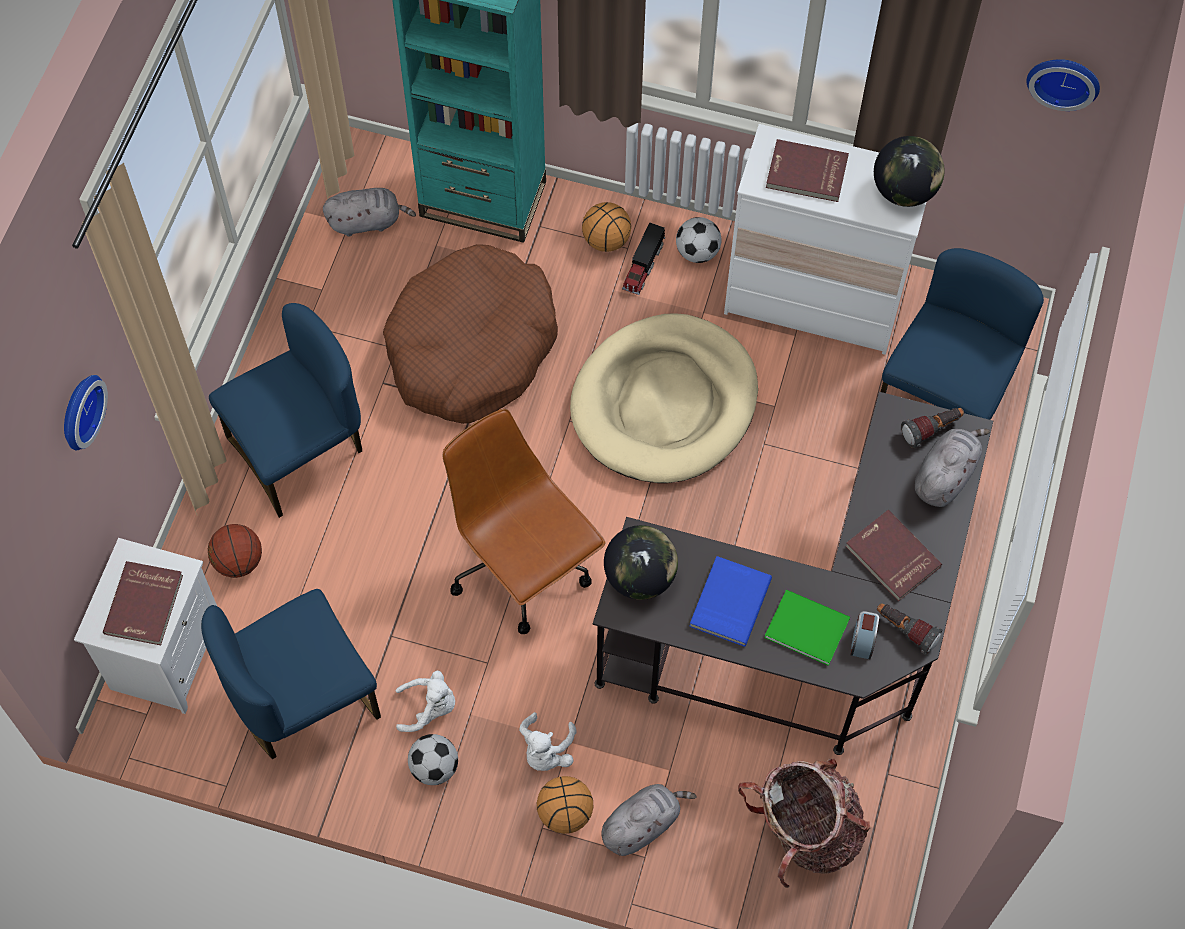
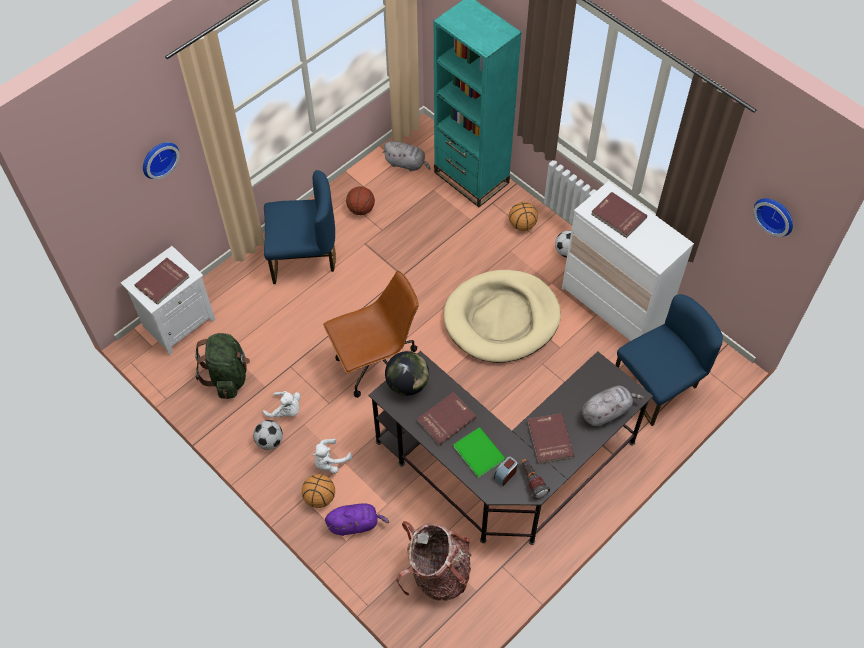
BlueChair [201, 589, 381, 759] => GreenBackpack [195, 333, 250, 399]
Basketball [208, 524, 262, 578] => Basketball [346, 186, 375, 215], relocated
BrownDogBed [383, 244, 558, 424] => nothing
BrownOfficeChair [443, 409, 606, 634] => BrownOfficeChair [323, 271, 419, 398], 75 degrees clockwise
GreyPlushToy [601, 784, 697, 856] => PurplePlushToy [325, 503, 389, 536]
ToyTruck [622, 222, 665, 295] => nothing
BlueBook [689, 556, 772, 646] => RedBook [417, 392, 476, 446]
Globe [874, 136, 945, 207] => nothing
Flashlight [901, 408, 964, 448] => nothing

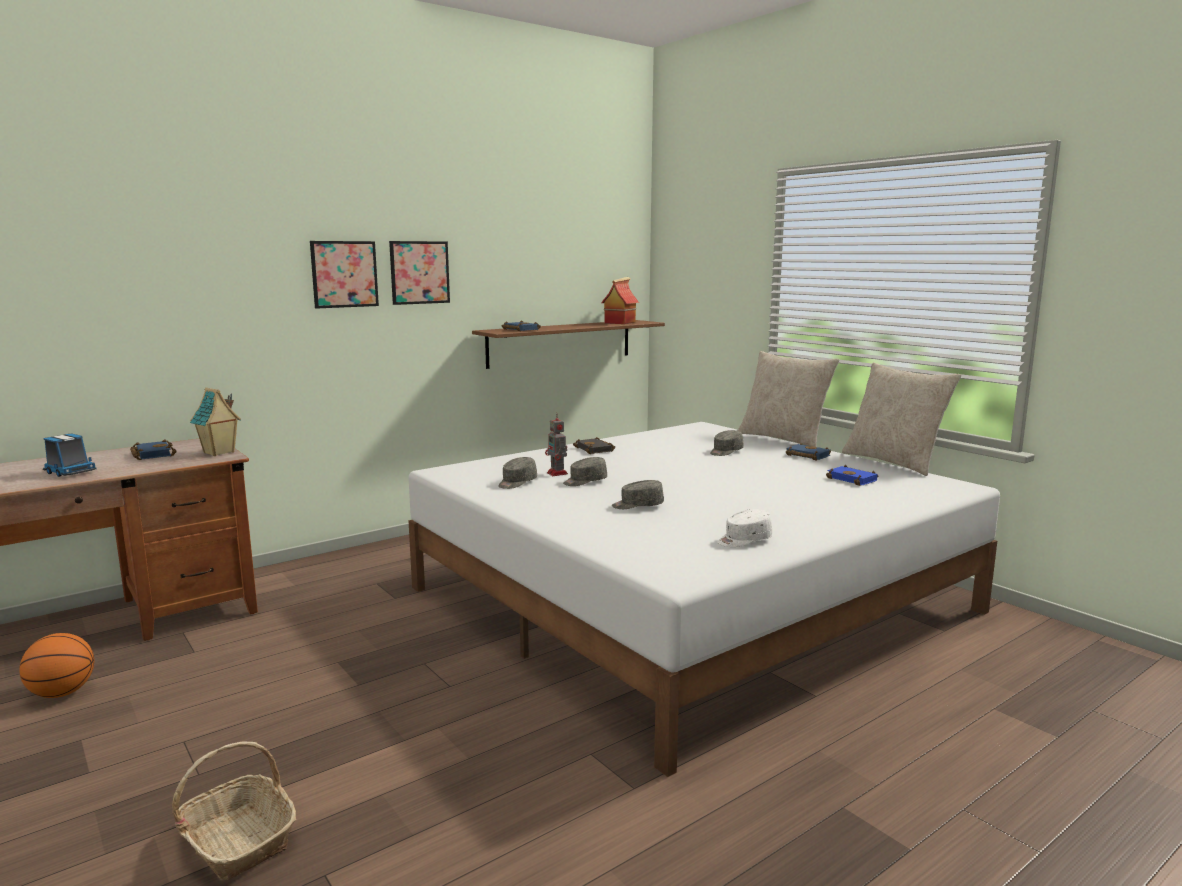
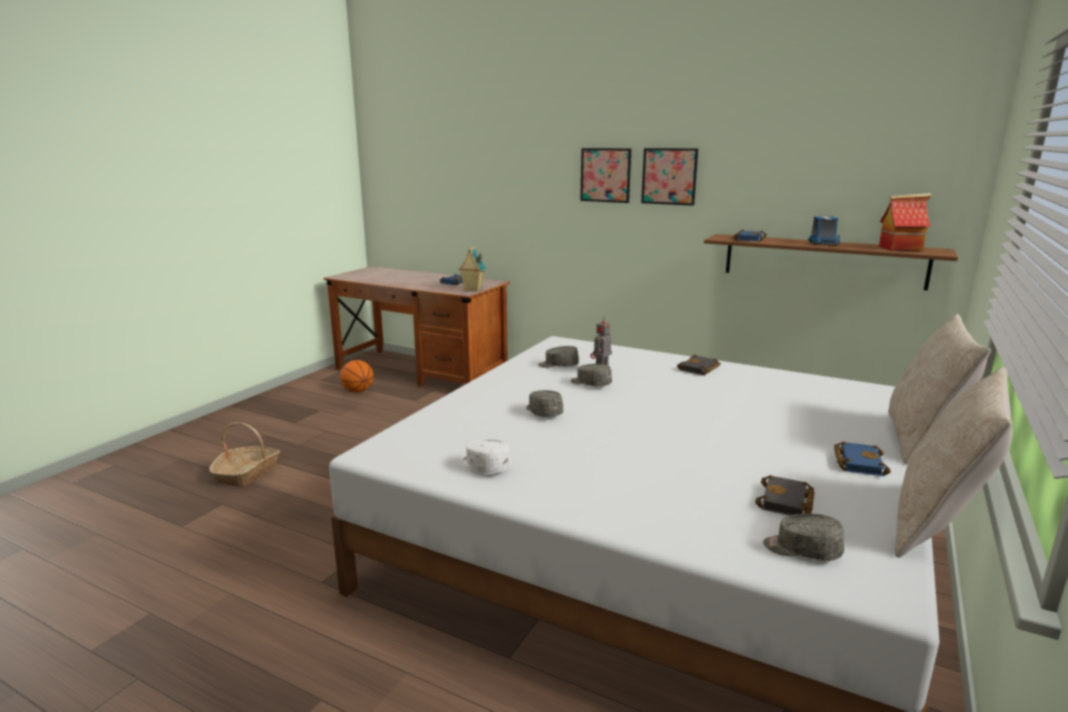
ToyTruck [43, 434, 97, 477] => ToyTruck [808, 216, 840, 245], relocated
GreyCap [710, 430, 744, 456] => GreyCap [763, 514, 844, 561], relocated
BlueBook [826, 465, 878, 486] => BlackBook [755, 475, 814, 515]

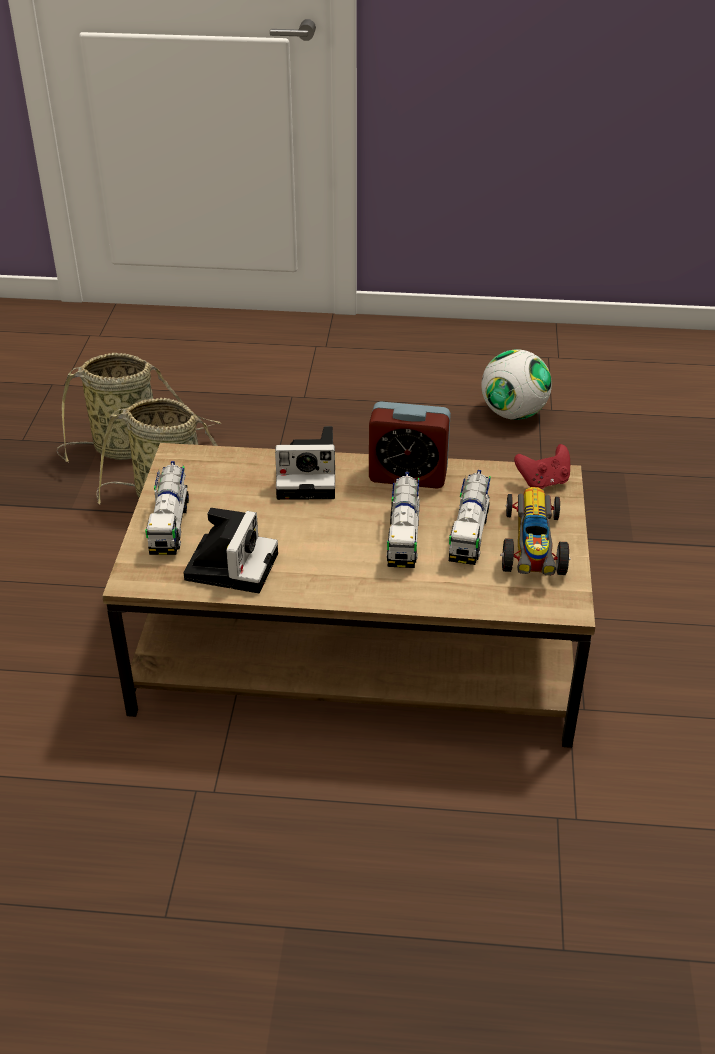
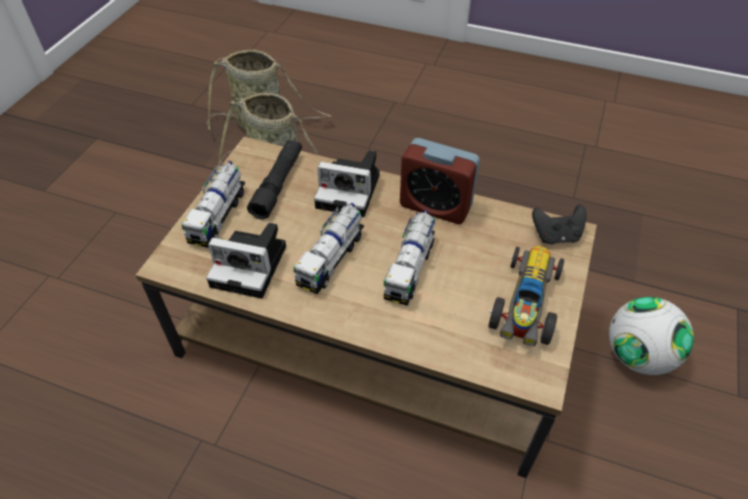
PhotoCamera [184, 508, 278, 593] => PhotoCamera [206, 223, 286, 299], 75 degrees clockwise
ToyTruck [449, 470, 491, 565] => ToyTruck [293, 203, 364, 294], relocated
Football [481, 349, 552, 420] => Football [609, 297, 694, 375], relocated
RedGameController [514, 444, 570, 489] => BlackGameController [532, 204, 586, 244]
nothing => BlackFlashlight [247, 140, 302, 220]

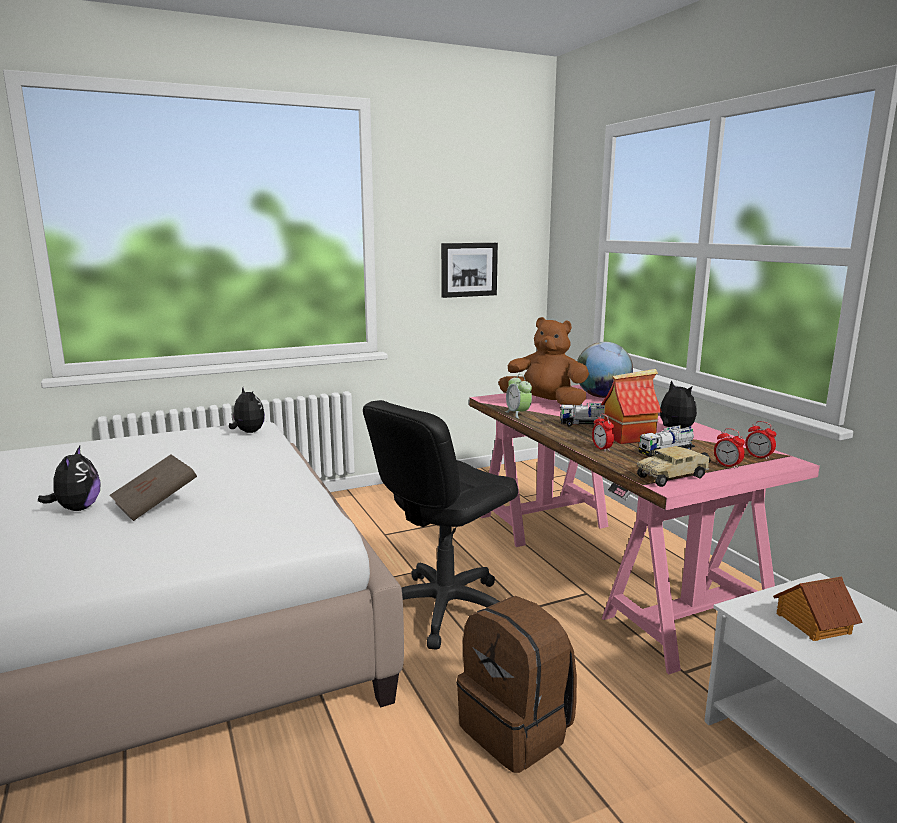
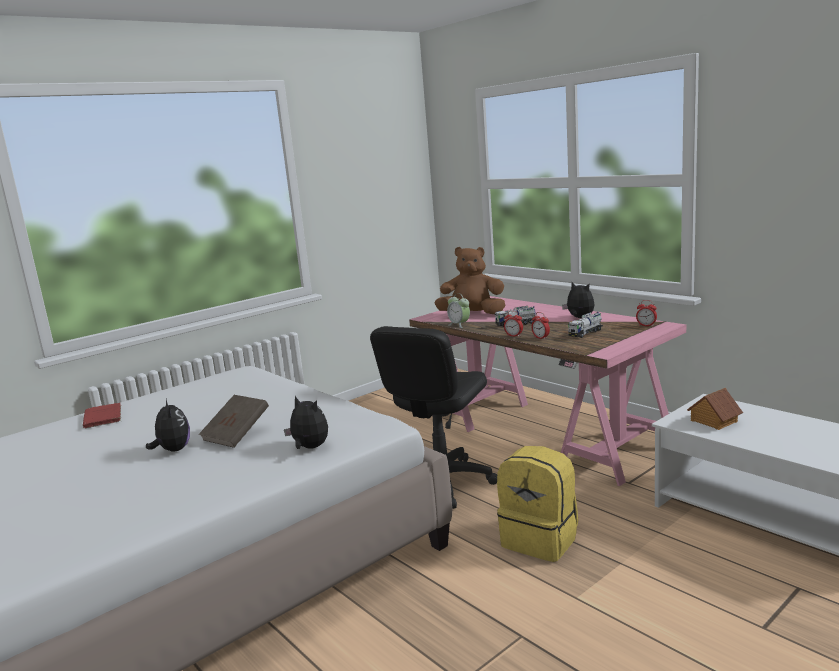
PlushToy [229, 388, 265, 433] => PlushToy [284, 396, 328, 449], relocated
Picture [441, 243, 498, 298] => nothing
BrownBackpack [457, 596, 577, 773] => YellowBackpack [497, 446, 578, 562]
Globe [577, 342, 633, 398] => nothing
ToyHouse [601, 369, 662, 444] => nothing
ToyTruck [637, 446, 711, 487] => nothing
AlarmClock [714, 428, 745, 469] => AlarmClock [504, 311, 523, 337], relocated
nothing => RedBook [83, 403, 121, 428]

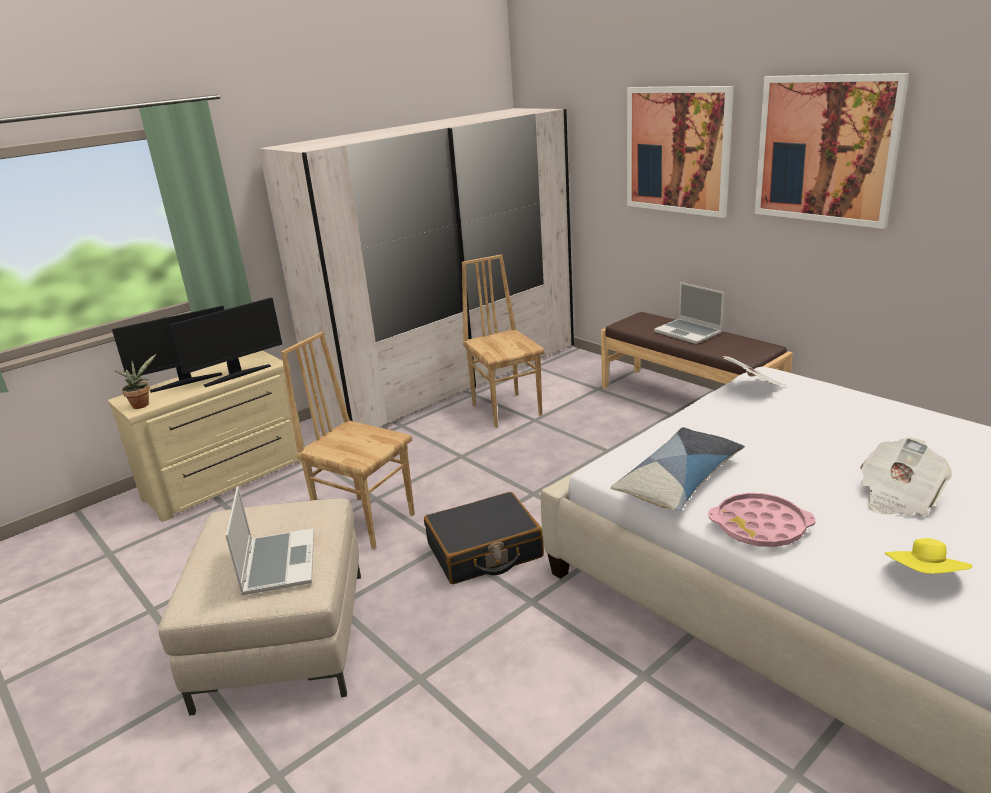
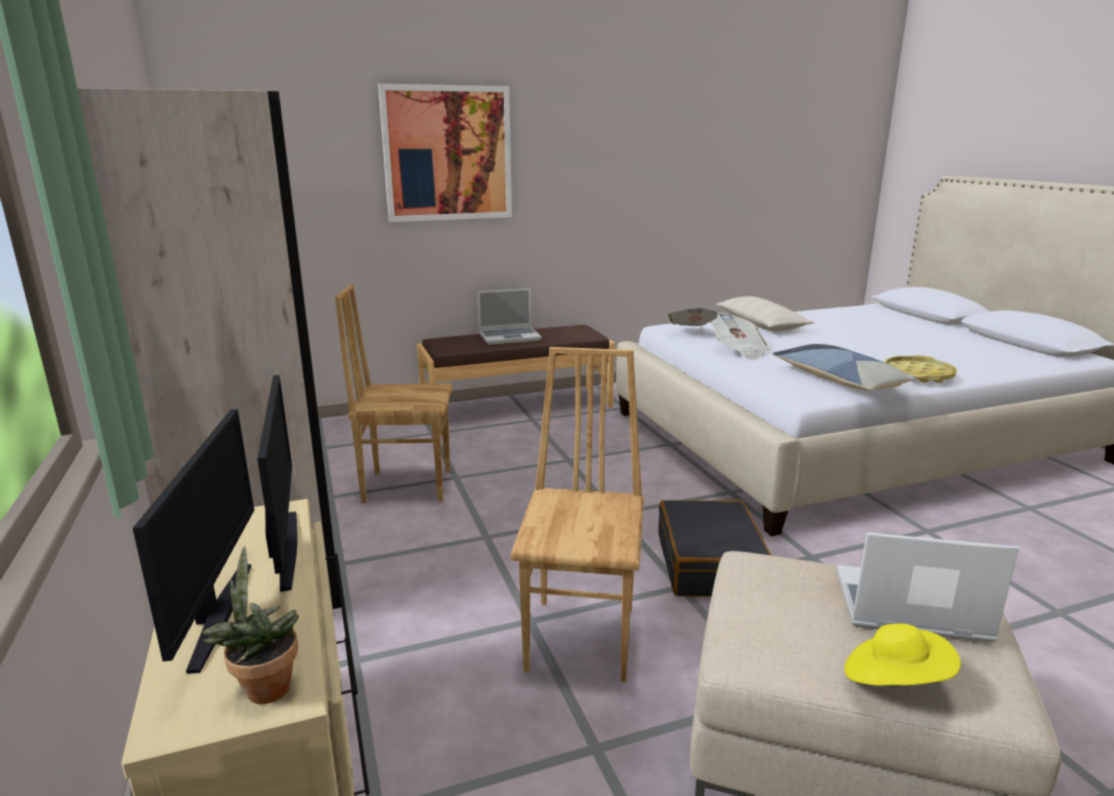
BrownChair [281, 332, 415, 549] => BrownChair [511, 347, 644, 682], 135 degrees clockwise
PinkTray [708, 493, 815, 547] => YellowTray [884, 355, 957, 383]
Picture [754, 73, 909, 229] => nothing
Newspaper [860, 438, 952, 516] => Newspaper [711, 313, 770, 360], relocated
YellowHat [885, 538, 972, 574] => YellowHat [844, 624, 961, 686], relocated
nothing => BeigePillow [716, 296, 814, 331]

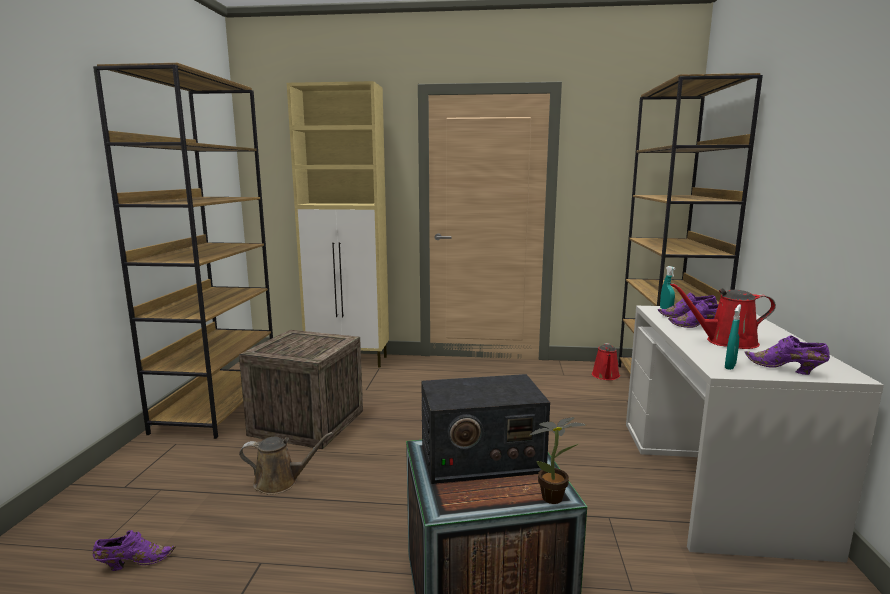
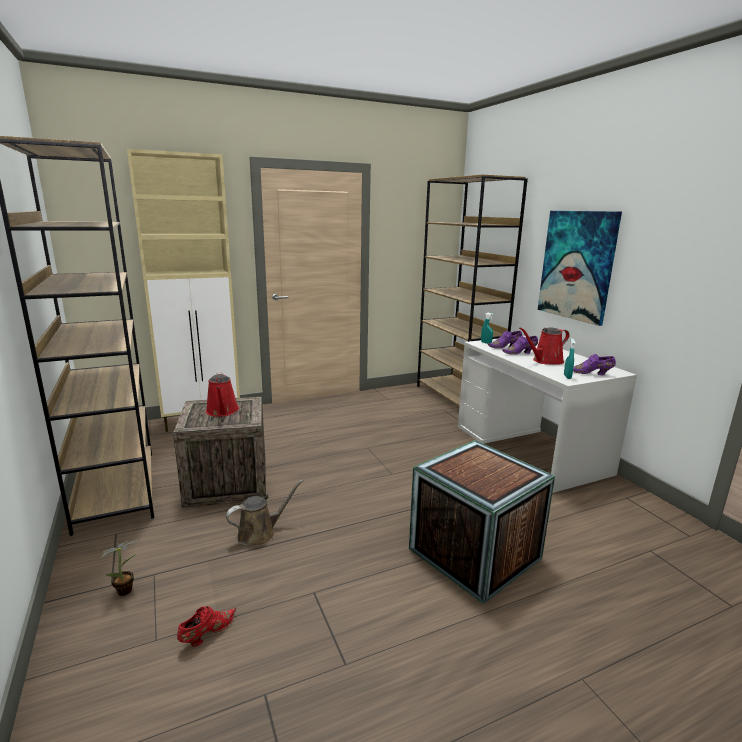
PurpleShoe [93, 530, 175, 571] => RedShoe [177, 606, 237, 647]
Radio [421, 374, 550, 484] => nothing
PottedPlant [530, 417, 586, 504] => PottedPlant [100, 541, 138, 596], relocated
RedWateringCan [592, 343, 620, 380] => RedWateringCan [206, 372, 239, 417], relocated
nothing => Picture [538, 211, 622, 326]

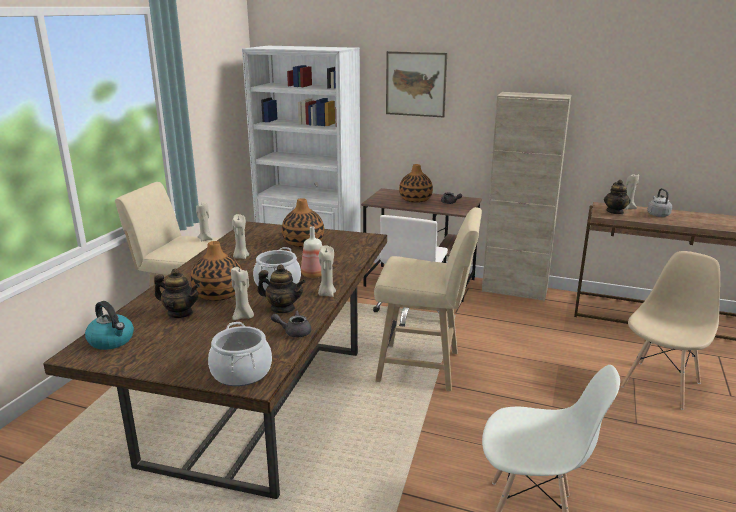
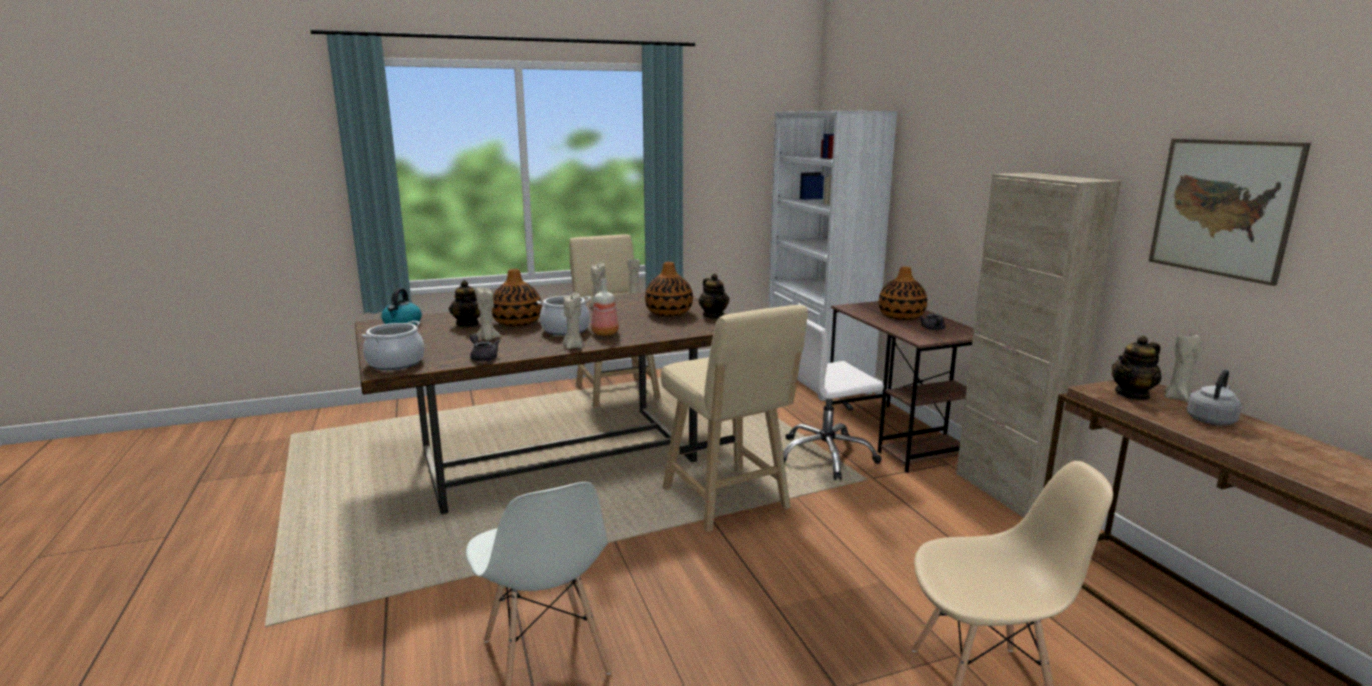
Teapot [257, 264, 306, 313] => Teapot [698, 274, 729, 318], relocated
Picture [386, 51, 447, 117] => Picture [1149, 139, 1311, 286], relocated

